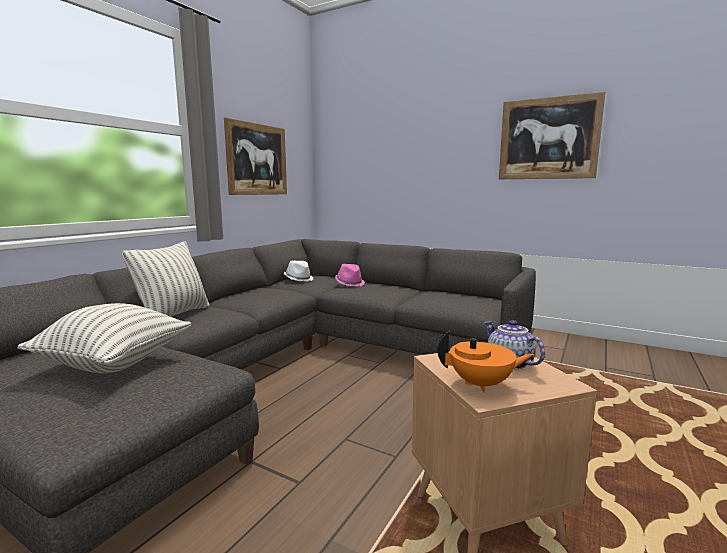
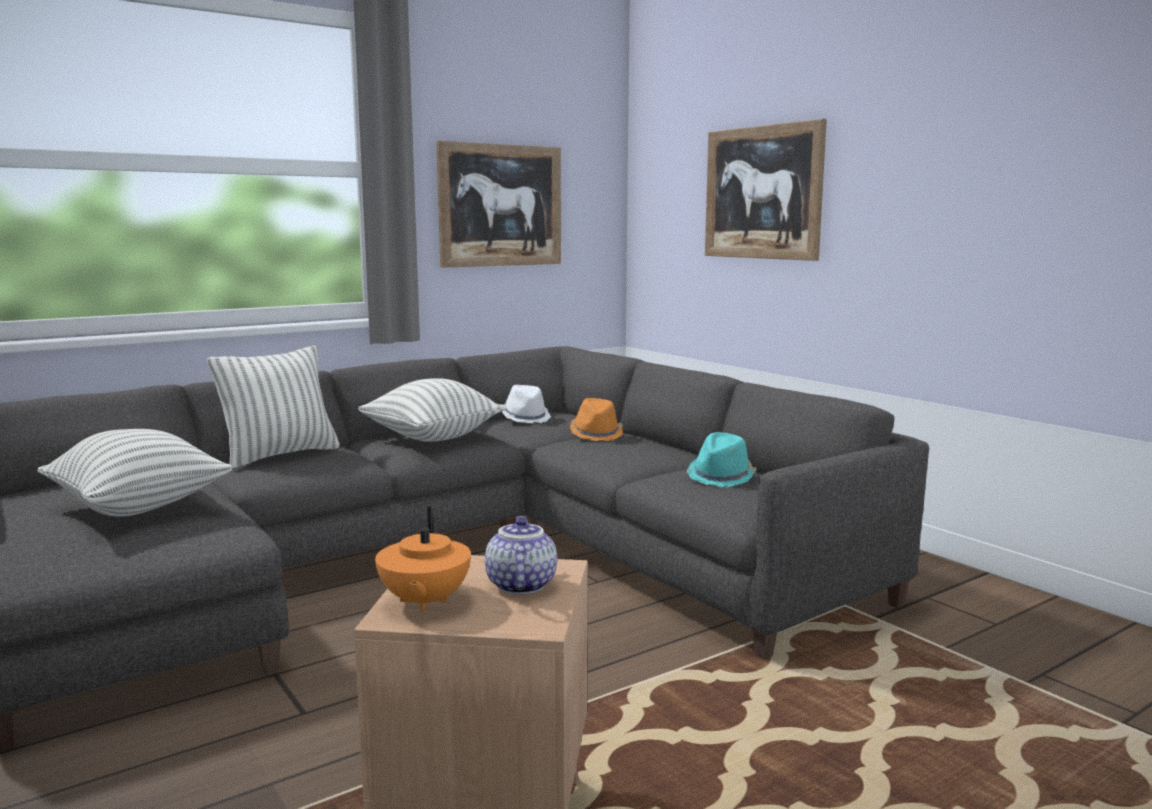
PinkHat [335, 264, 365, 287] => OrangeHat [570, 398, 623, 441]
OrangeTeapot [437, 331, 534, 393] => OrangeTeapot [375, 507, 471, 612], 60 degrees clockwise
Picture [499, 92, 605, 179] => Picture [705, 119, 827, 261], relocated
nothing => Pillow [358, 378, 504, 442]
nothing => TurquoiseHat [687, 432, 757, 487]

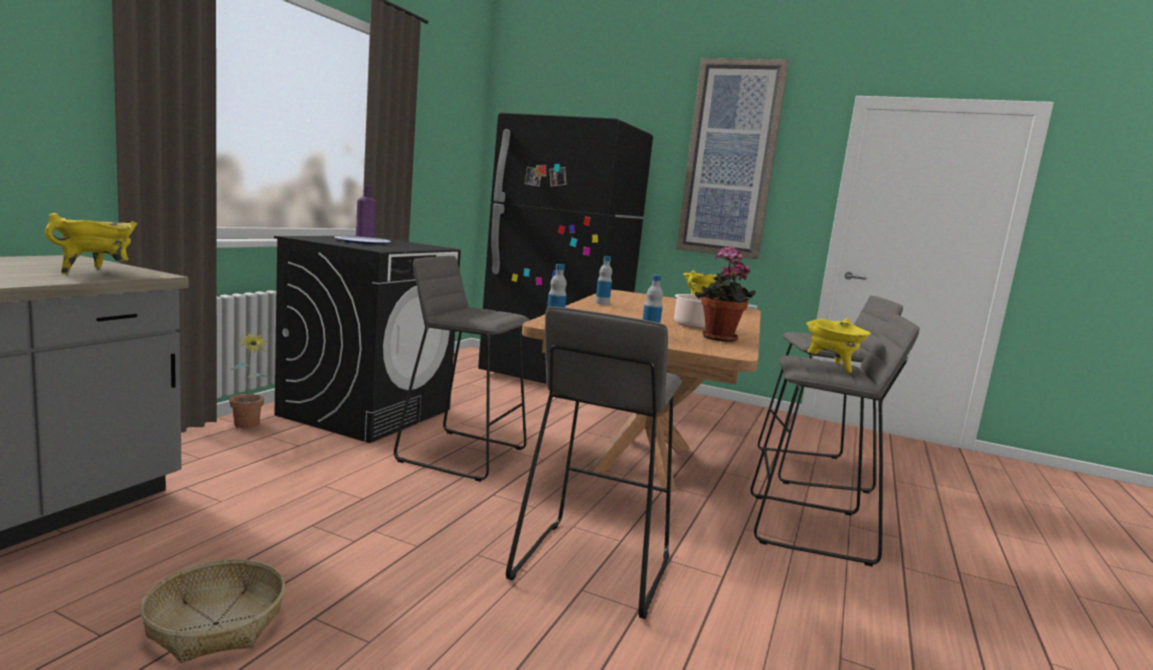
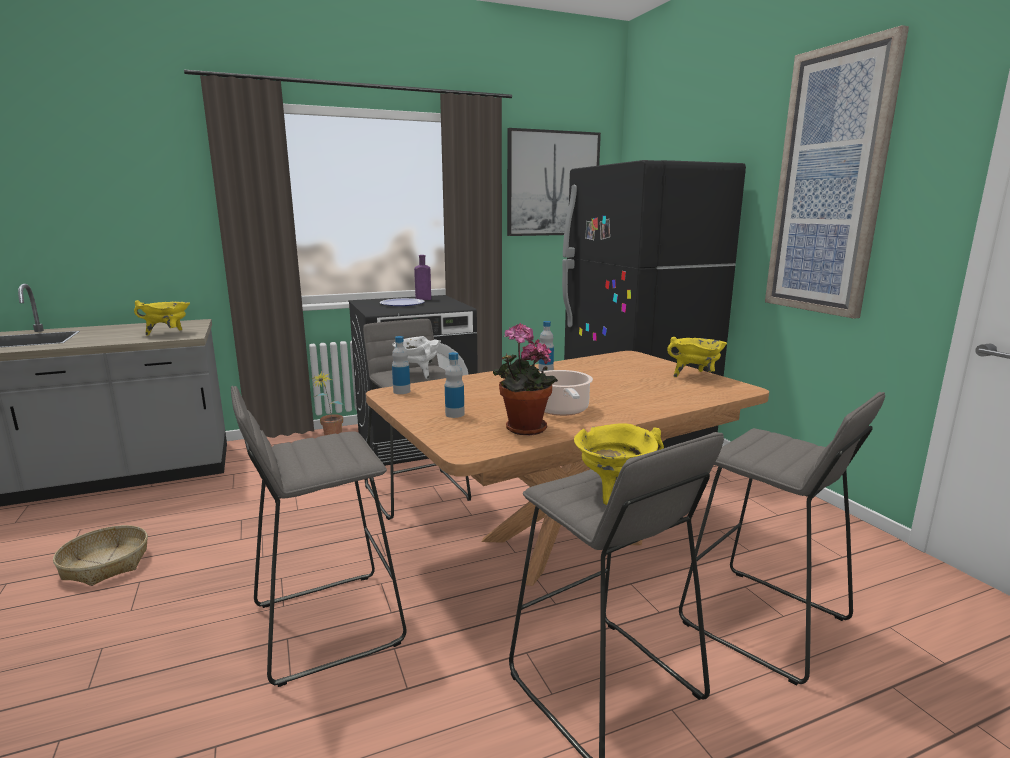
nothing => WhiteCookingPot [392, 336, 441, 379]
nothing => Picture [507, 128, 601, 236]

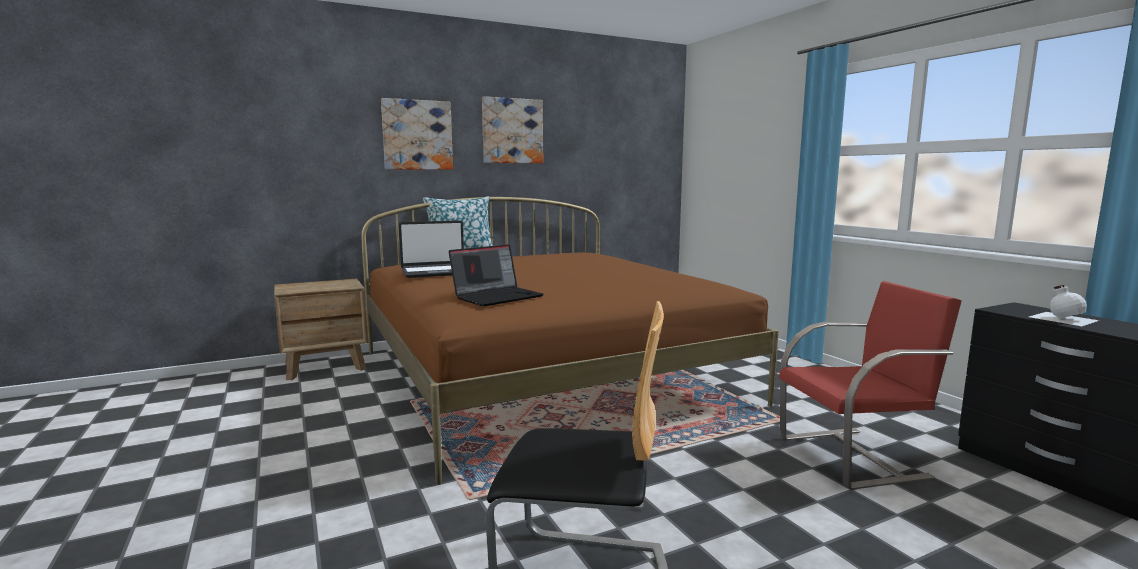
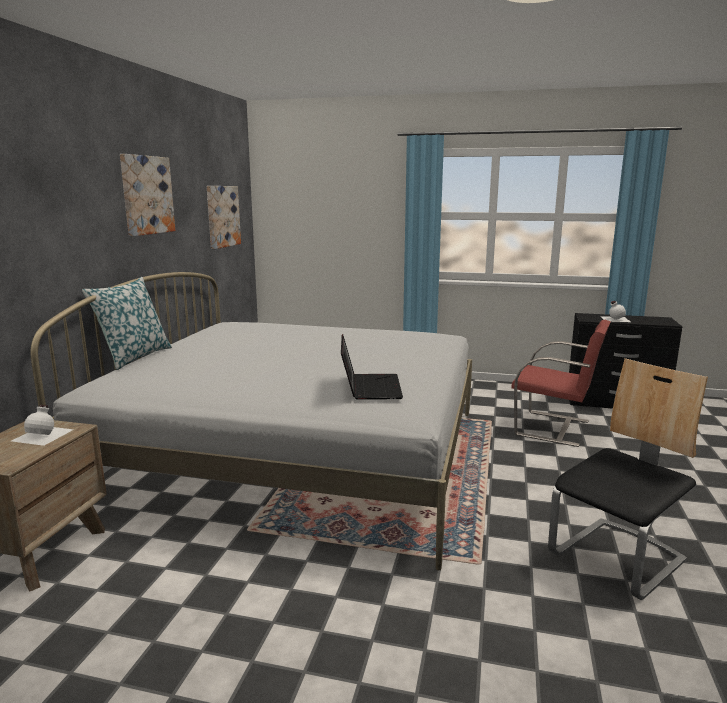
BrownBed [361, 197, 779, 485] => WhiteBed [31, 272, 472, 570]
Picture [381, 98, 453, 170] => Picture [207, 186, 241, 249], relocated
Laptop [399, 220, 464, 278] => nothing
RedChair [779, 281, 962, 490] => RedChair [511, 320, 610, 447], 90 degrees clockwise
nothing => WhiteBottle [12, 405, 74, 446]

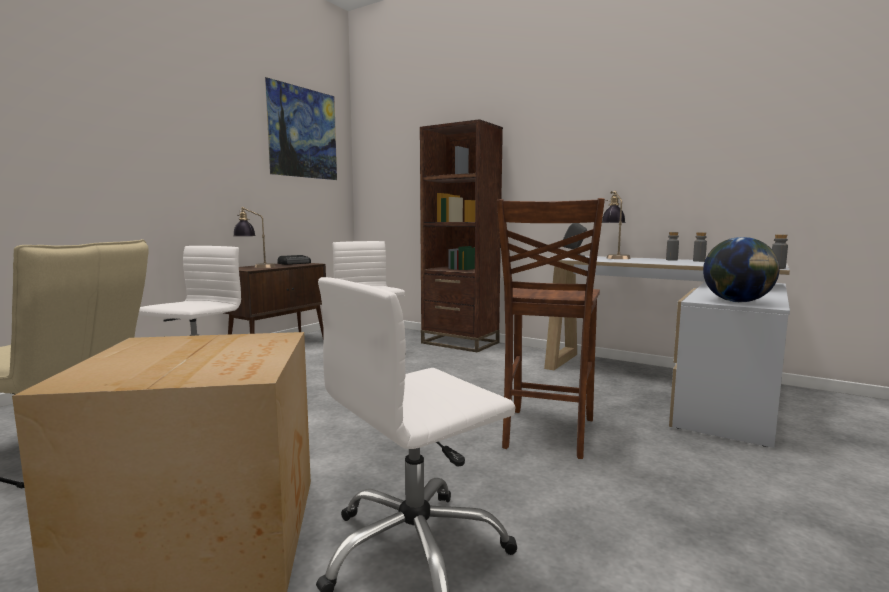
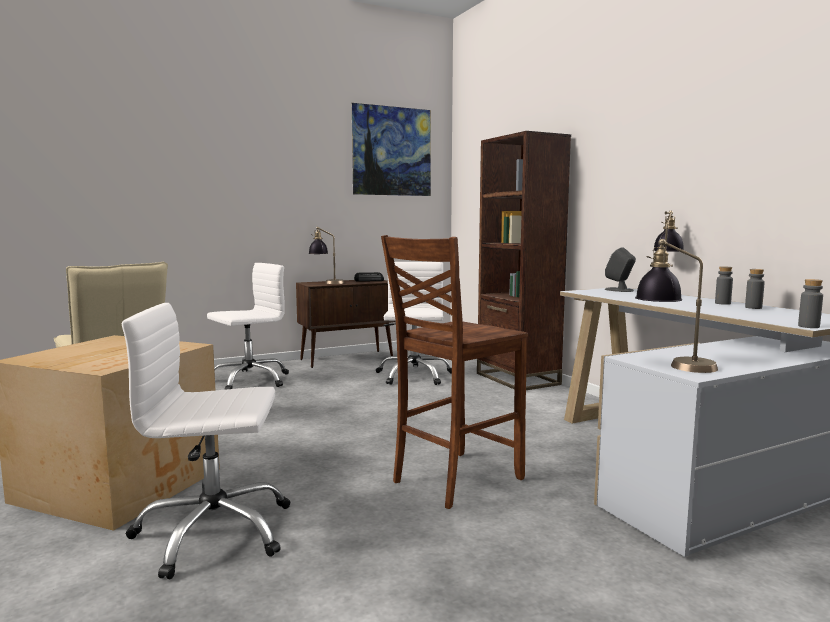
Globe [703, 237, 780, 302] => TableLamp [635, 239, 718, 373]

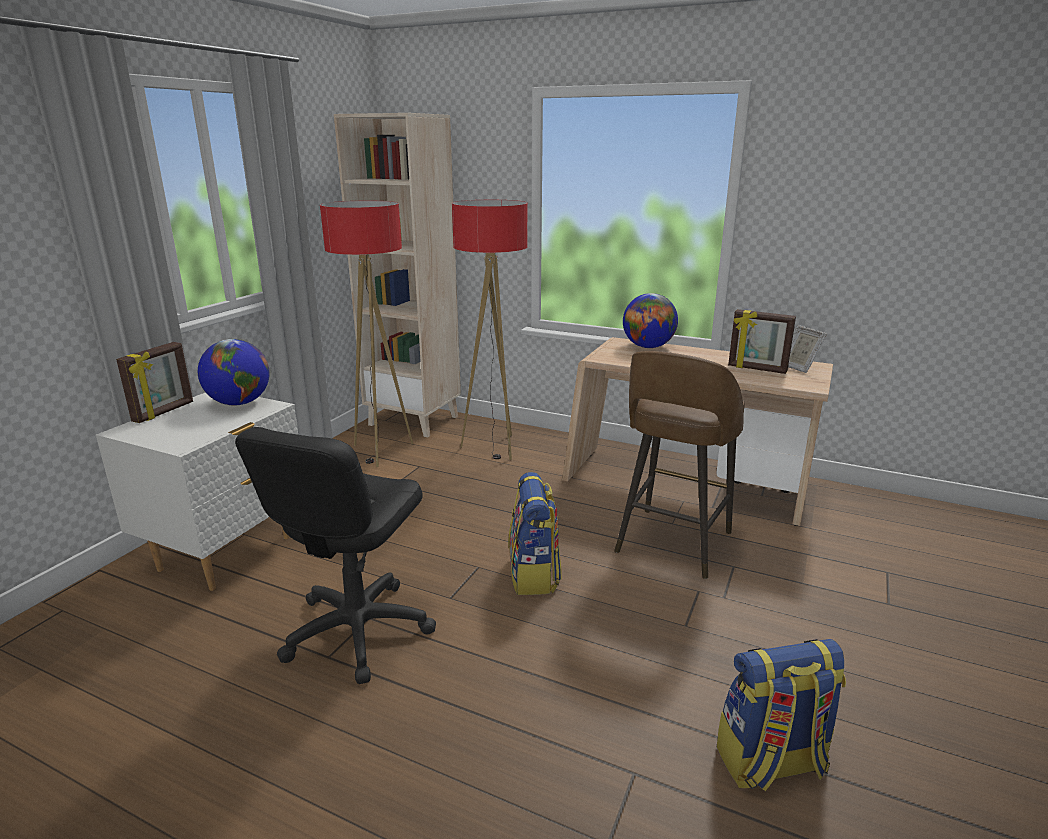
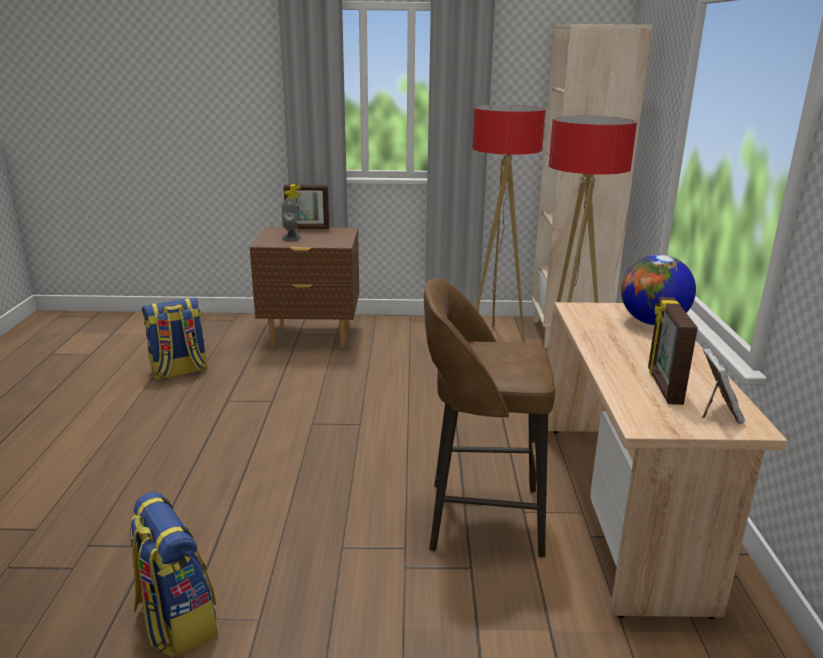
WhiteNightstand [96, 392, 298, 591] => BrownNightstand [250, 227, 359, 348]
Globe [198, 339, 270, 406] => nothing
BlackOfficeChair [235, 427, 436, 684] => nothing
Backpack [508, 472, 562, 595] => Backpack [142, 297, 208, 380], relocated
PictureFrame [788, 325, 827, 373] => PictureFrame [702, 348, 745, 425], 150 degrees clockwise
nothing => GreySpeaker [282, 198, 301, 241]

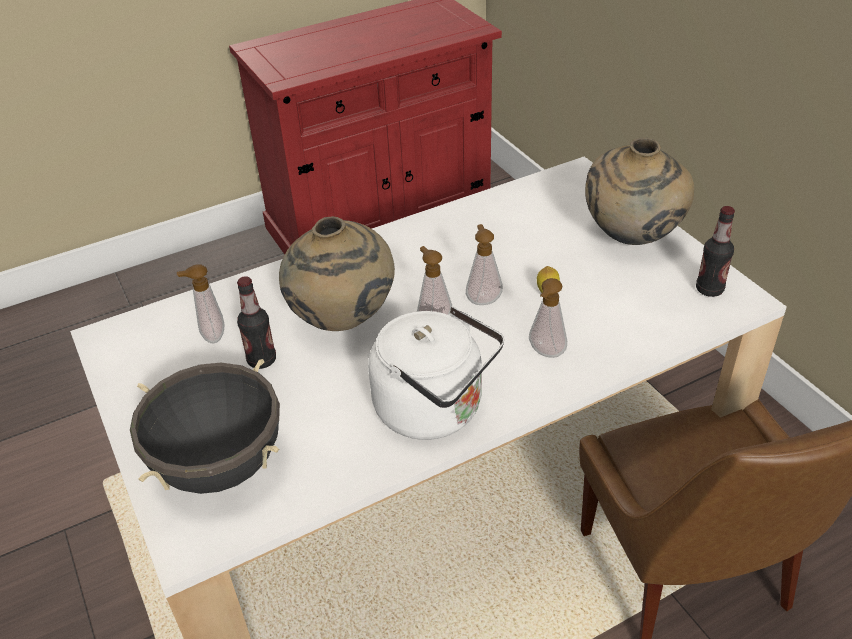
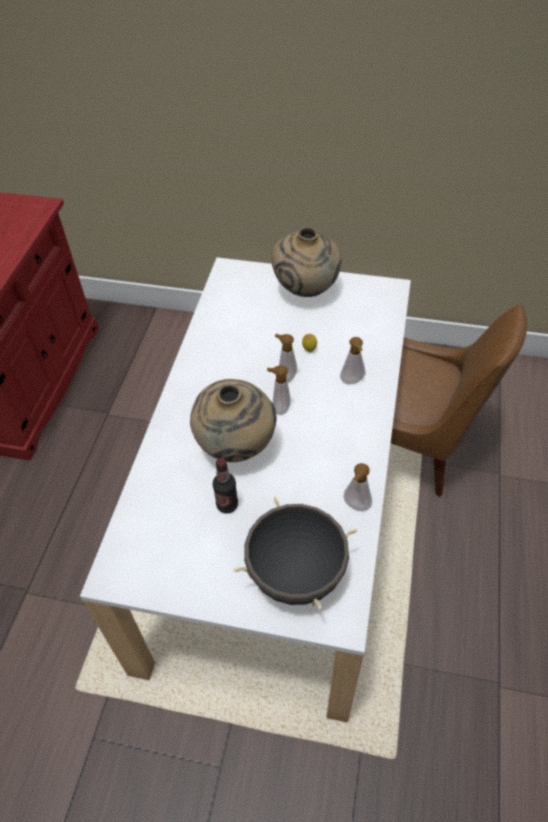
SoapDispenser [177, 264, 225, 343] => SoapDispenser [343, 463, 372, 511], relocated
WhiteKettle [368, 306, 504, 440] => nothing
Bottle [696, 206, 735, 297] => nothing

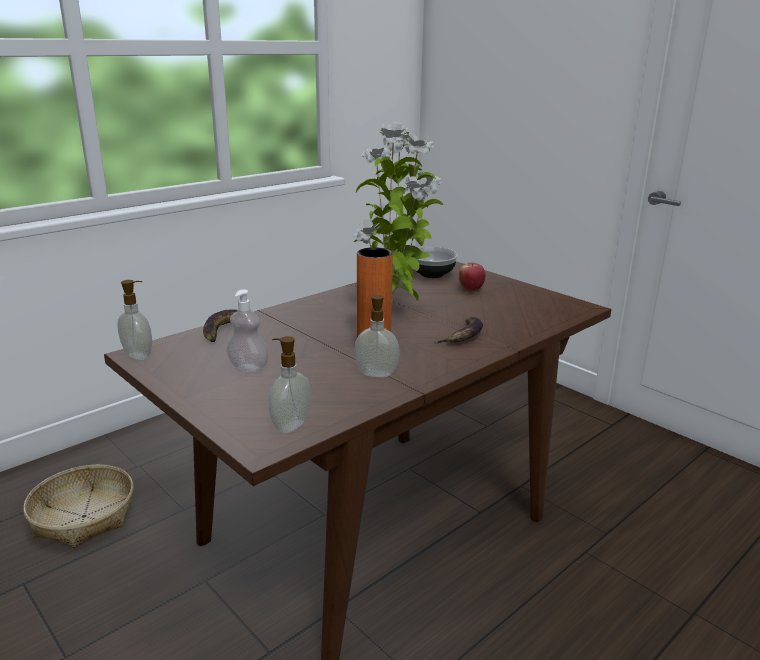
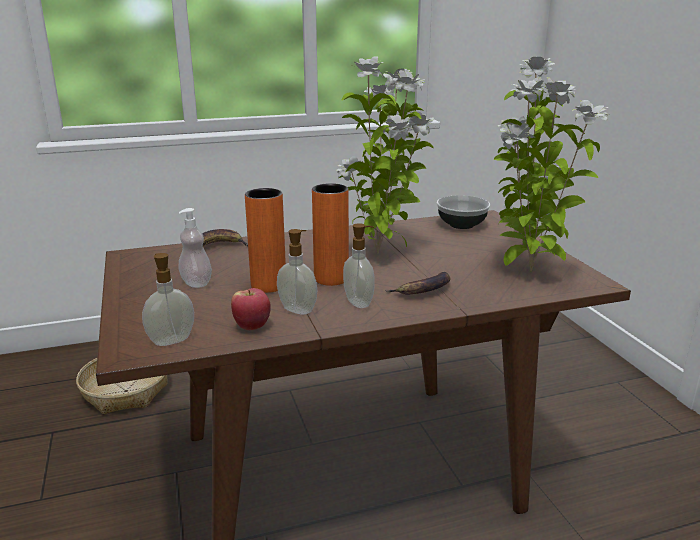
SoapDispenser [117, 280, 152, 360] => SoapDispenser [343, 223, 375, 308], relocated
Apple [459, 263, 485, 292] => Apple [231, 288, 271, 330], relocated
nothing => OrangeVase [245, 188, 286, 293]
nothing => PottedPlant [494, 57, 608, 271]

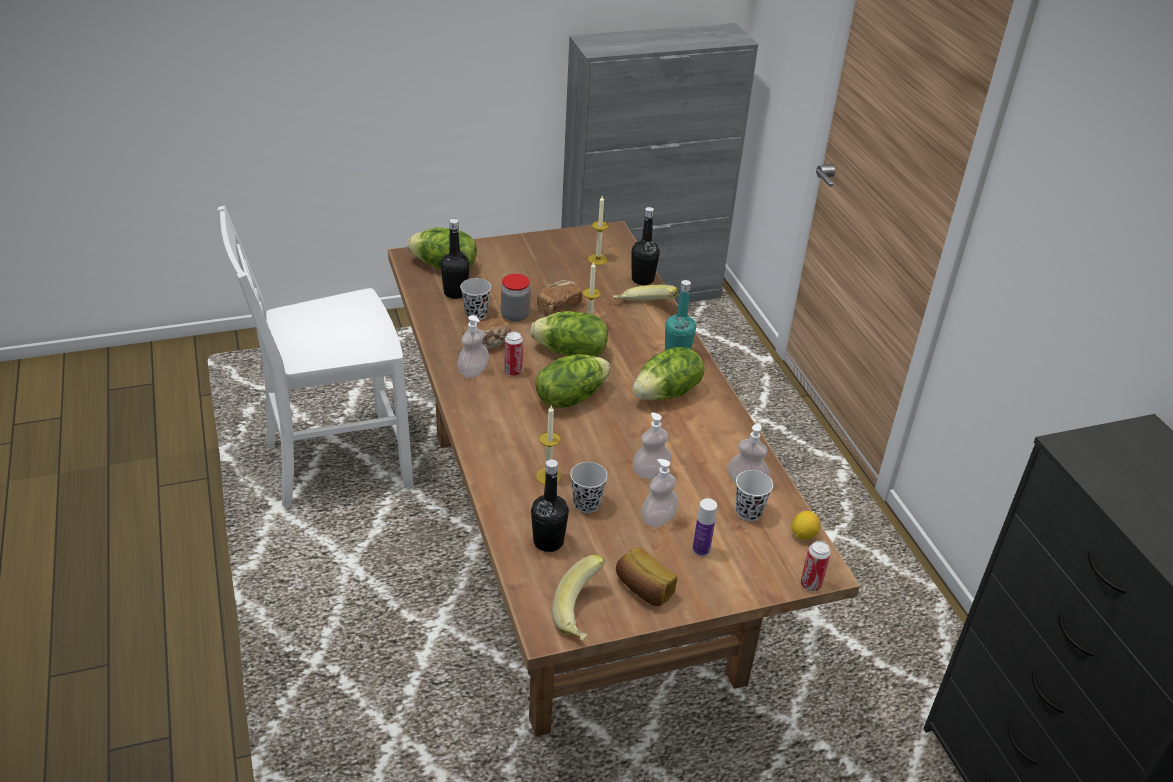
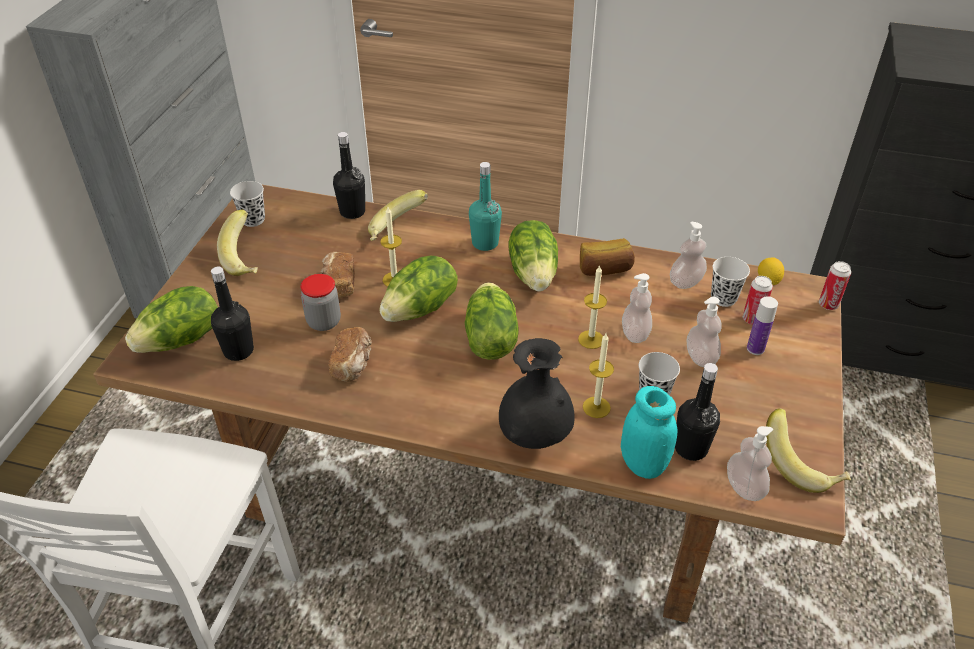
SoapDispenser [457, 315, 489, 378] => SoapDispenser [727, 426, 773, 501], relocated
BlackCup [460, 278, 491, 320] => BlackCup [230, 181, 265, 227], relocated
Can [505, 331, 523, 376] => Can [743, 276, 773, 325], relocated
Candle [588, 196, 609, 265] => Candle [578, 265, 607, 349], relocated
Bread [616, 547, 677, 606] => Bread [580, 238, 635, 276], relocated
nothing => Banana [217, 209, 258, 276]
nothing => BlackVase [499, 338, 575, 449]
nothing => TurquoiseJar [621, 386, 677, 479]

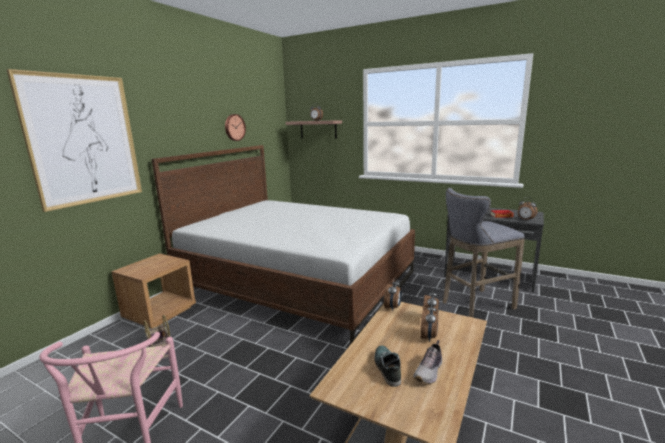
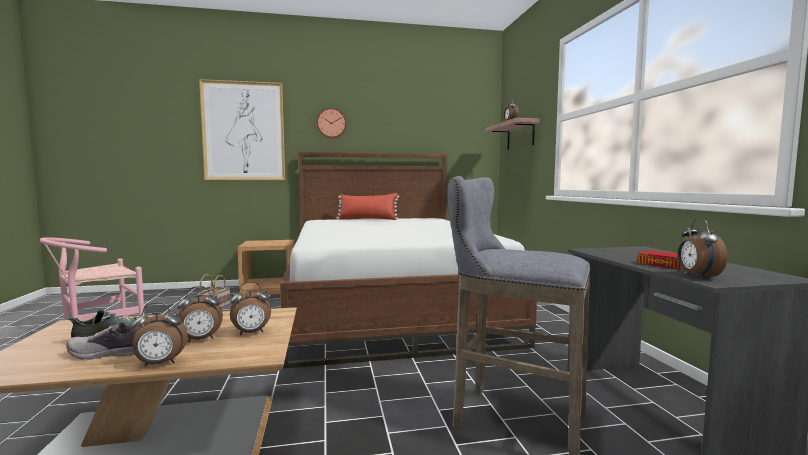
WallClock [225, 114, 246, 141] => WallClock [317, 108, 346, 138], relocated
AlarmClock [384, 277, 402, 311] => AlarmClock [131, 302, 188, 367], relocated
nothing => RedPillow [337, 193, 399, 220]

